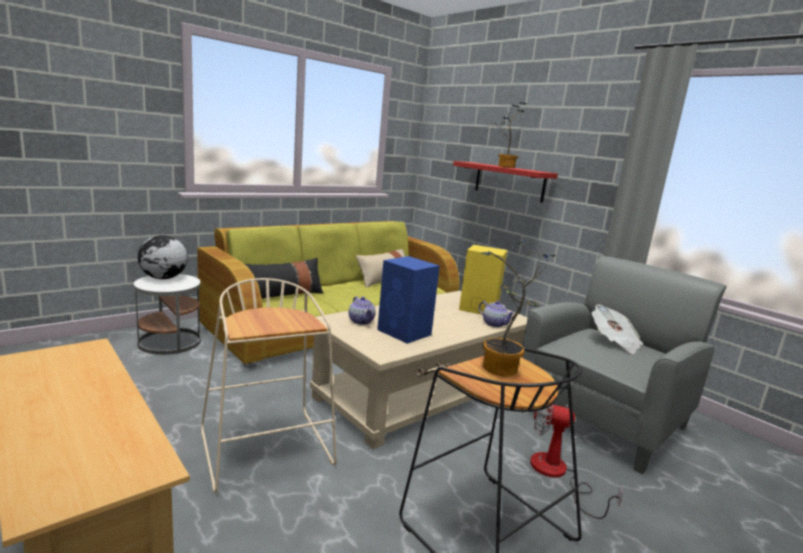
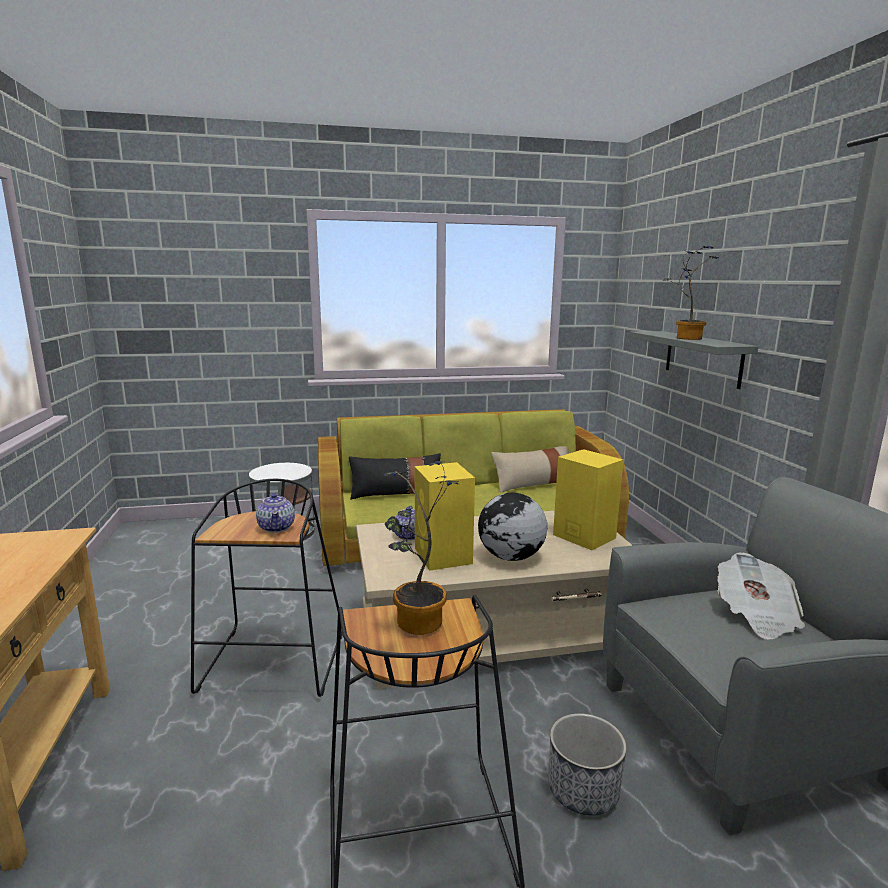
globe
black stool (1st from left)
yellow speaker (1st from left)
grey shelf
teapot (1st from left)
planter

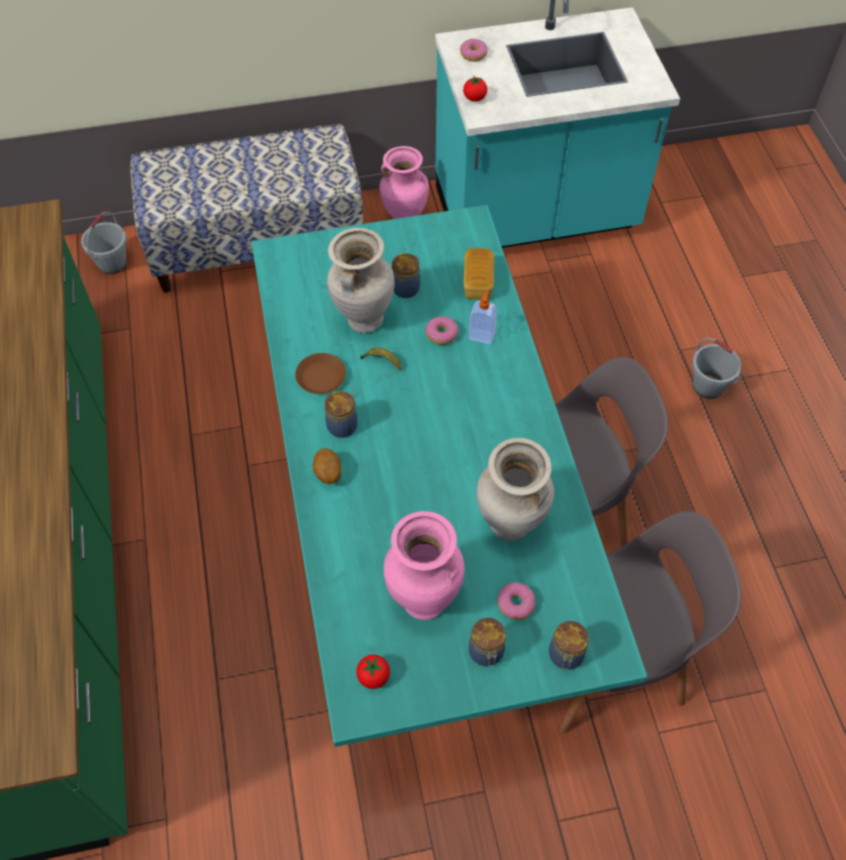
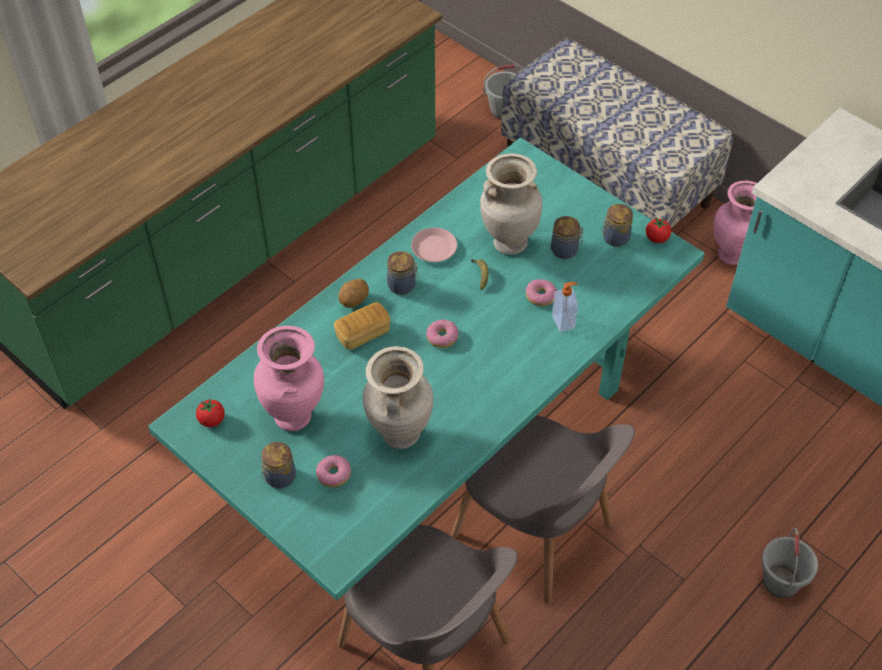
pink plate
donut (2nd from left)
tomato (2nd from left)
bread
jar (4th from left)

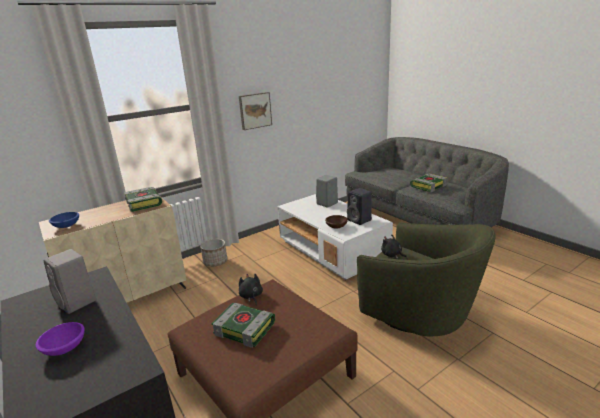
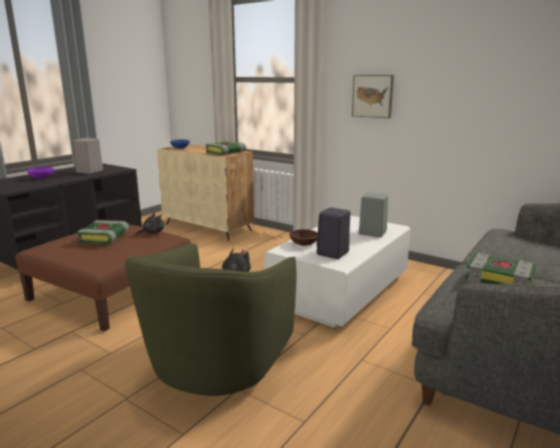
planter

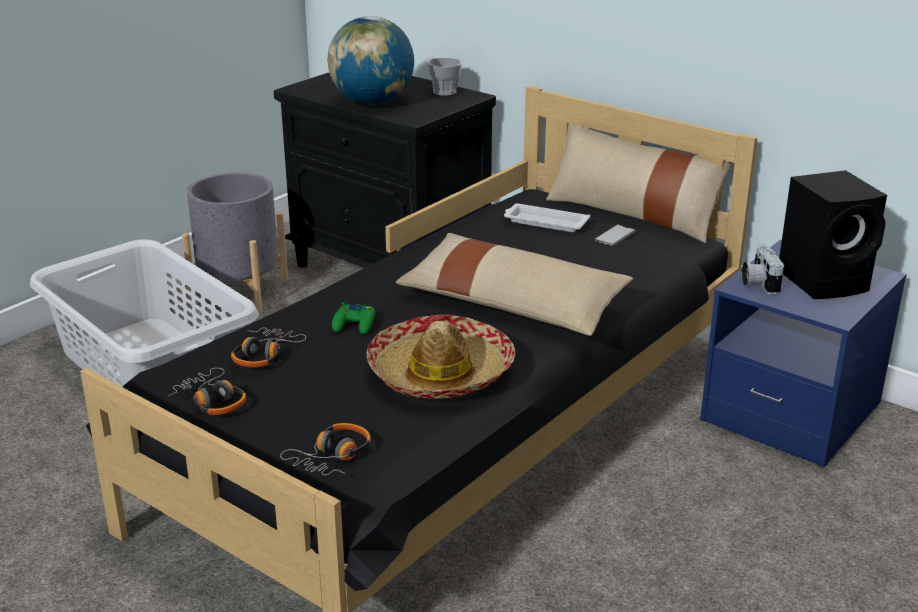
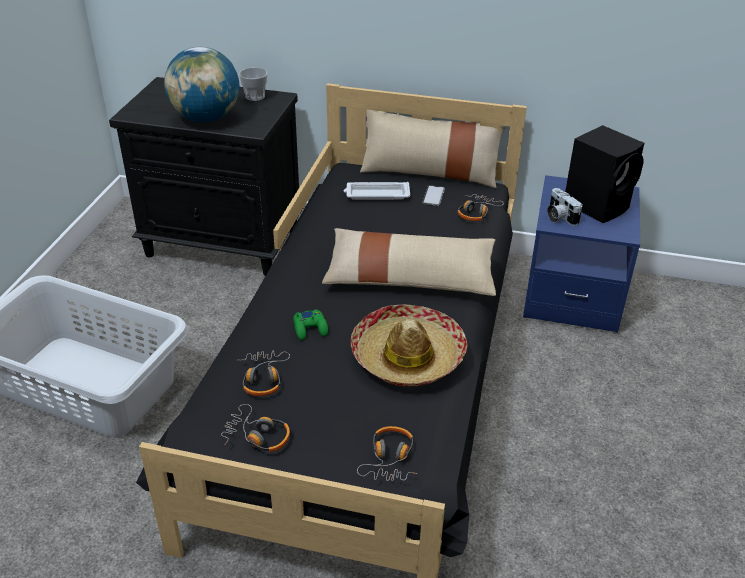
grey planter
headphones (4th from left)

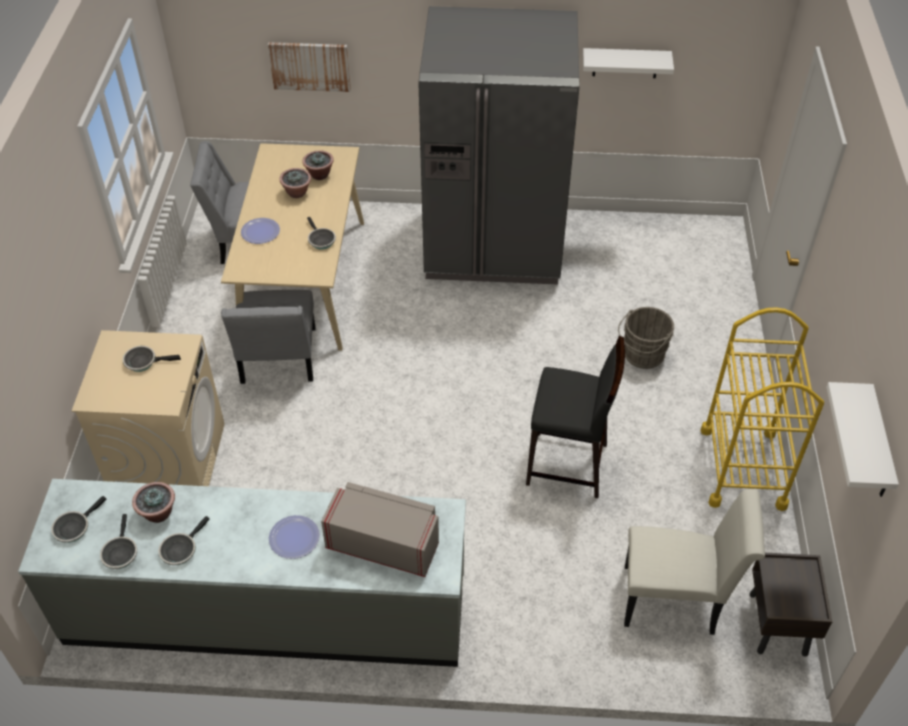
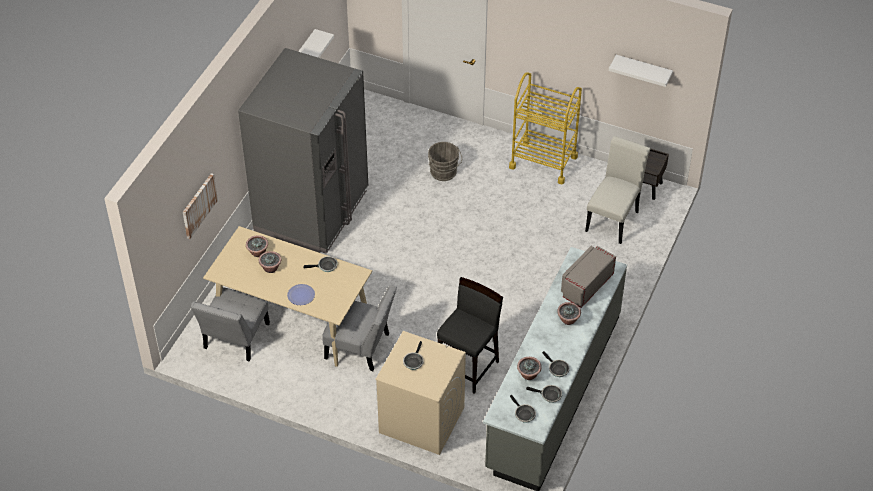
potted plant (4th from left)
black stool

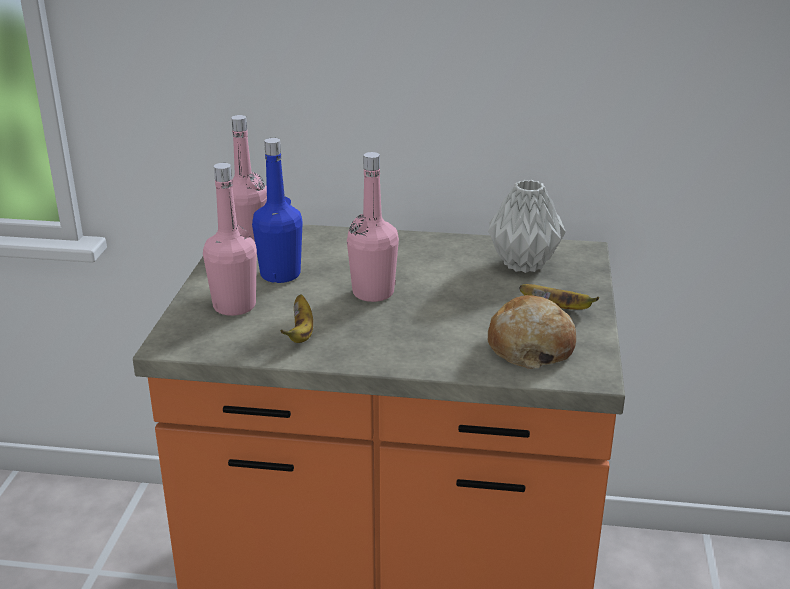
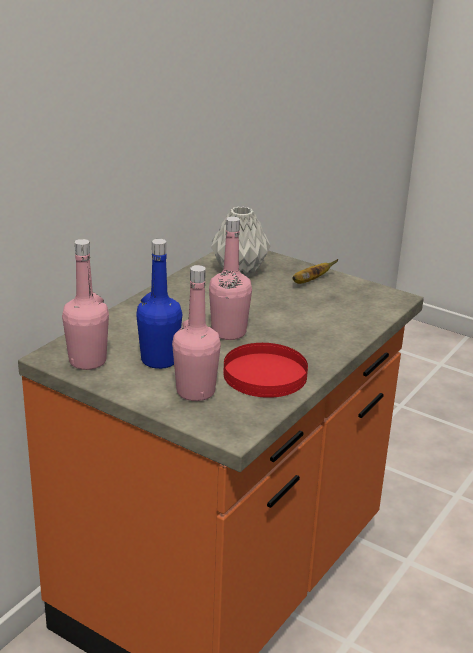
red plate
bread

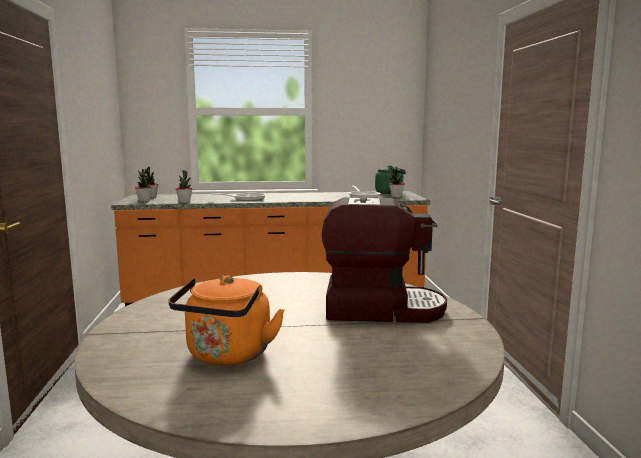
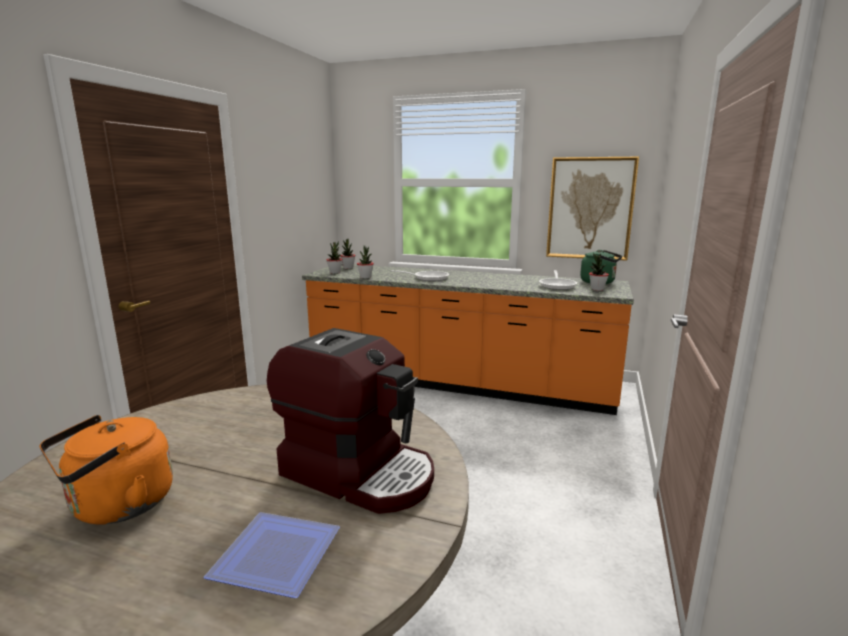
plate
picture

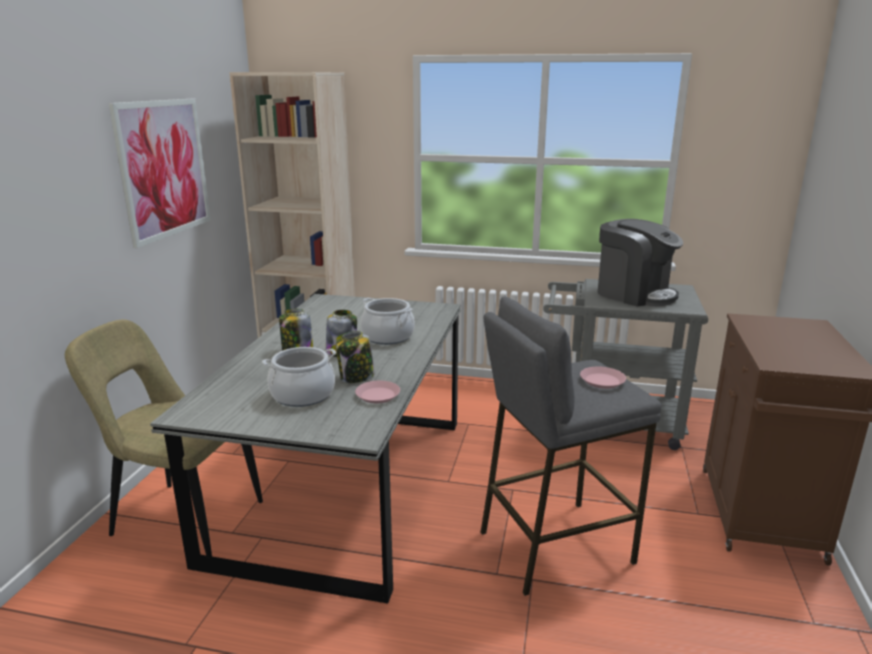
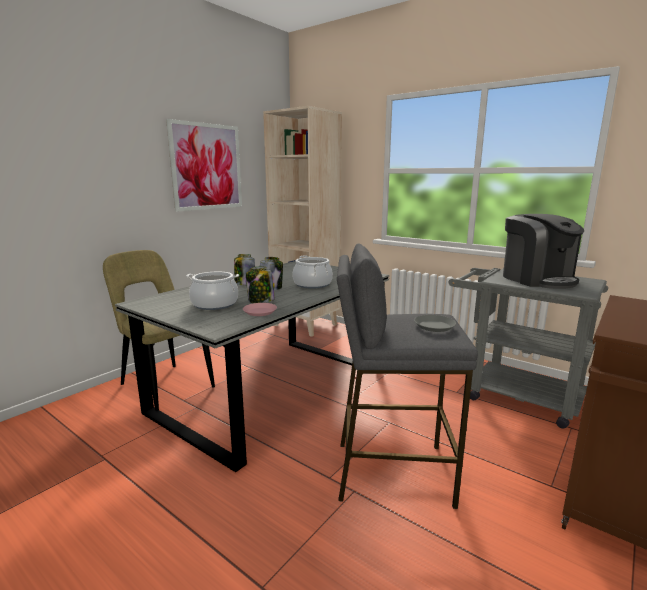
grey plate

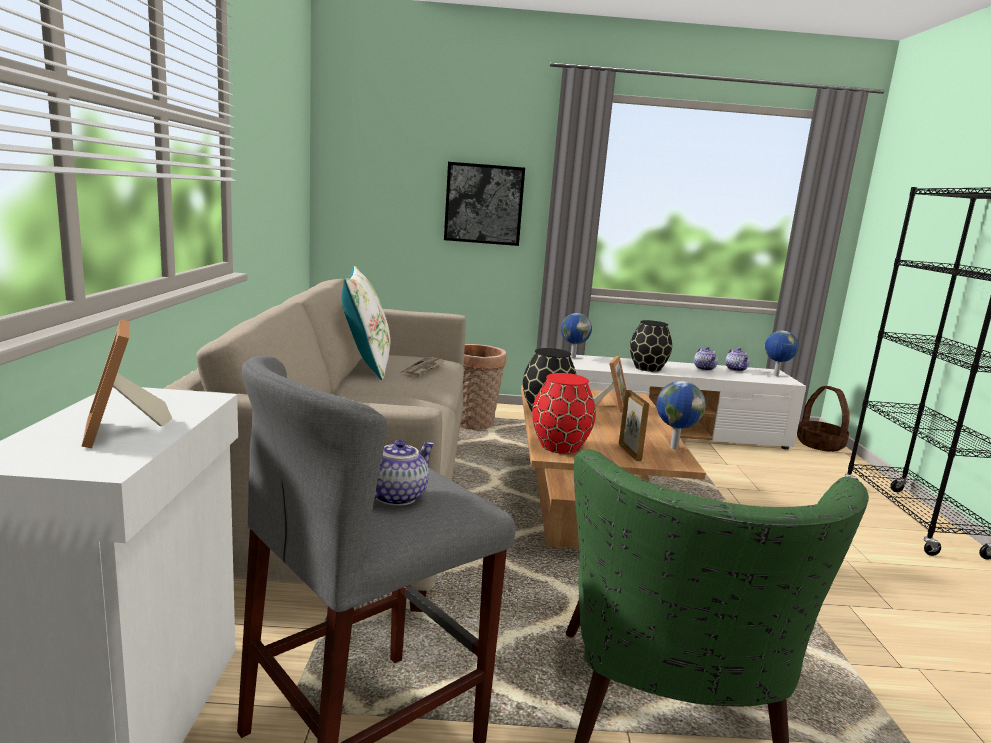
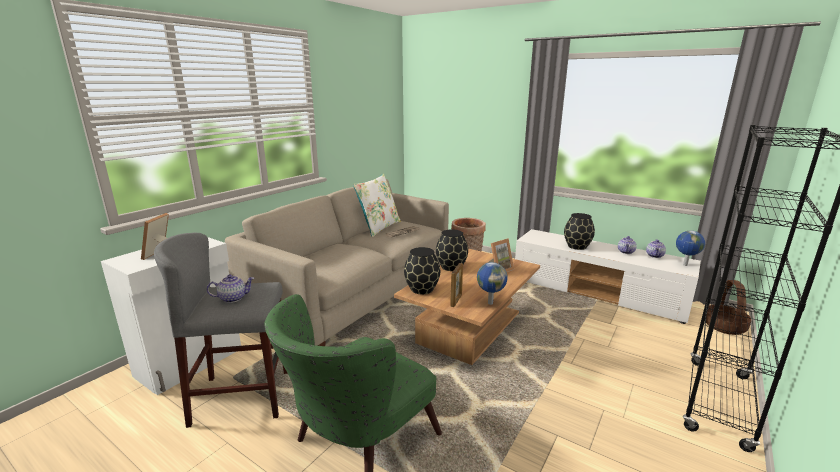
picture
black vase (1st from left)
globe (1st from left in the first image)

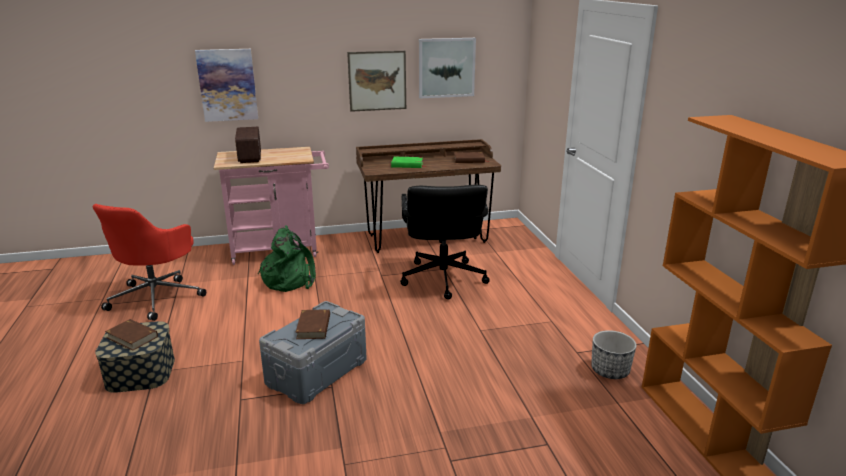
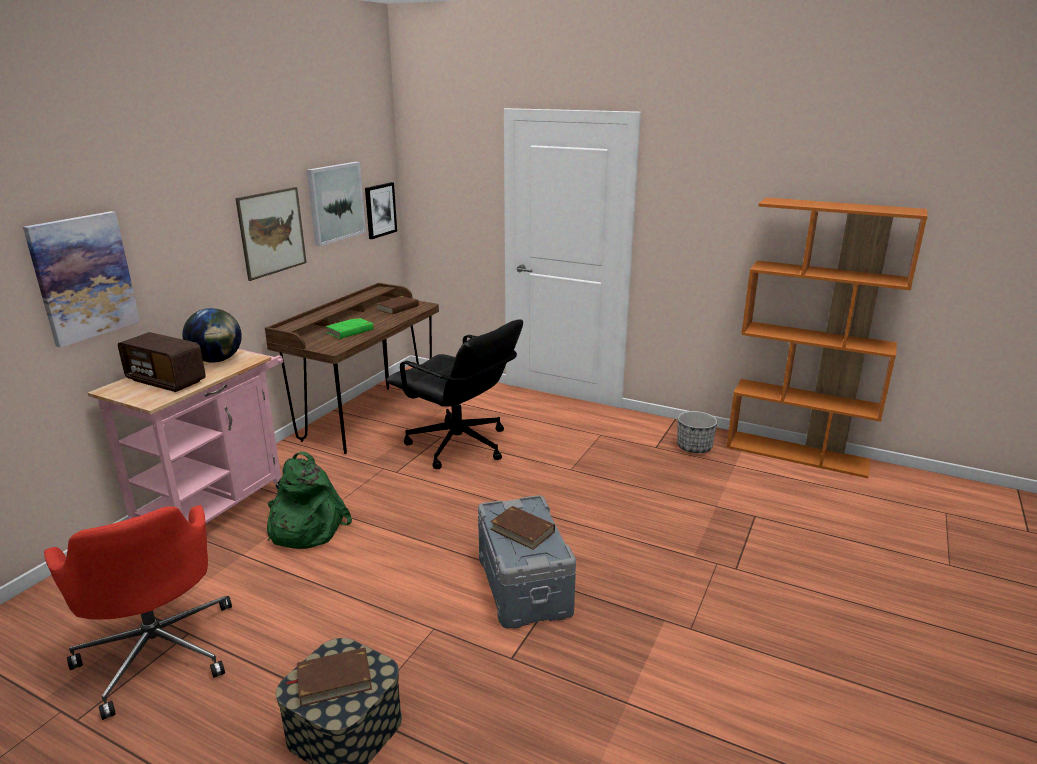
globe
picture (4th from left)

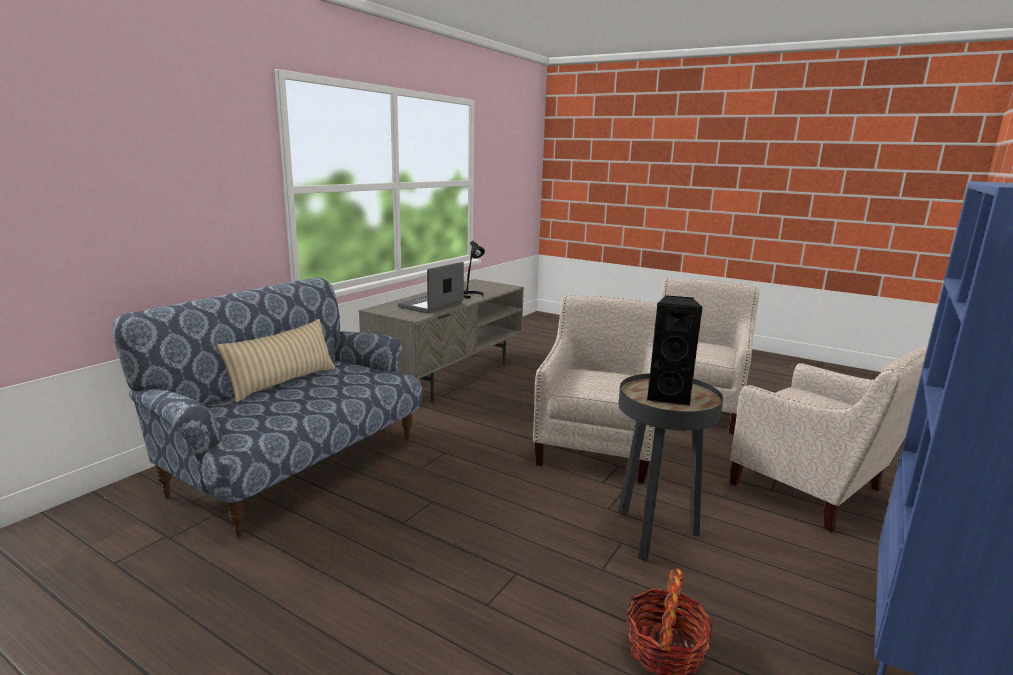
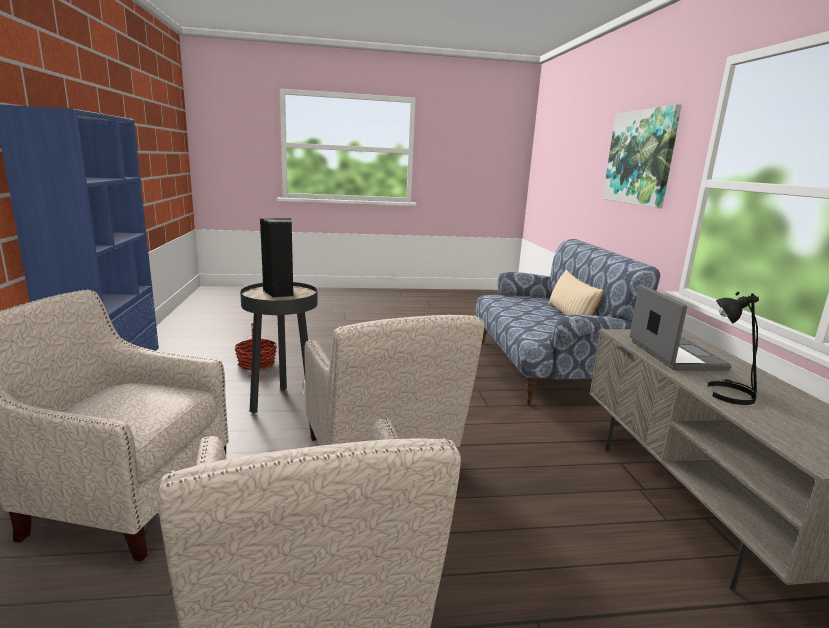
picture

